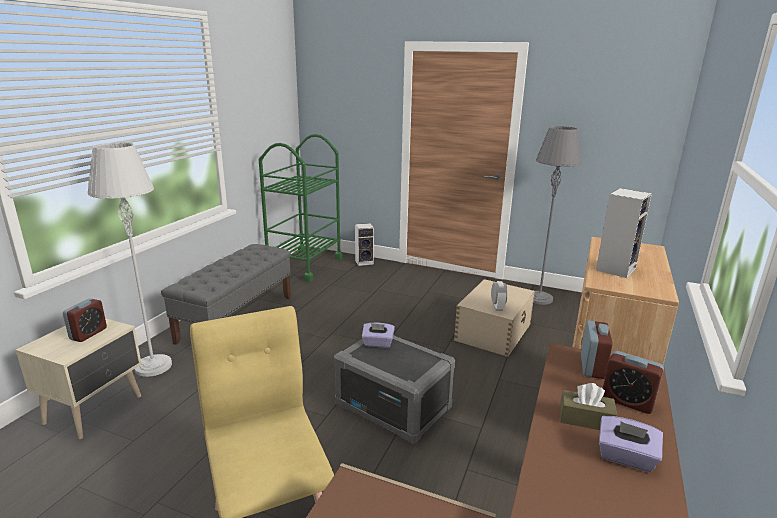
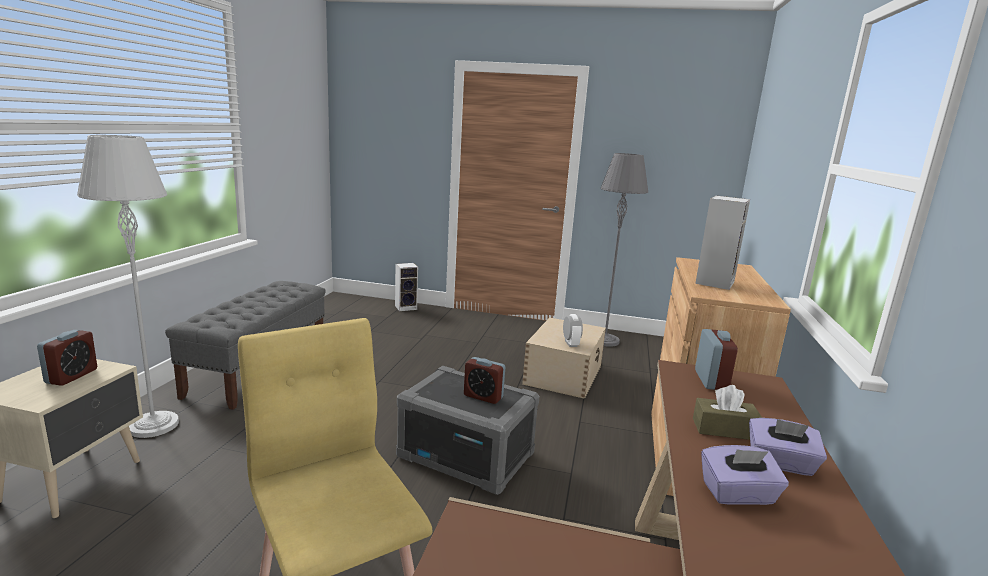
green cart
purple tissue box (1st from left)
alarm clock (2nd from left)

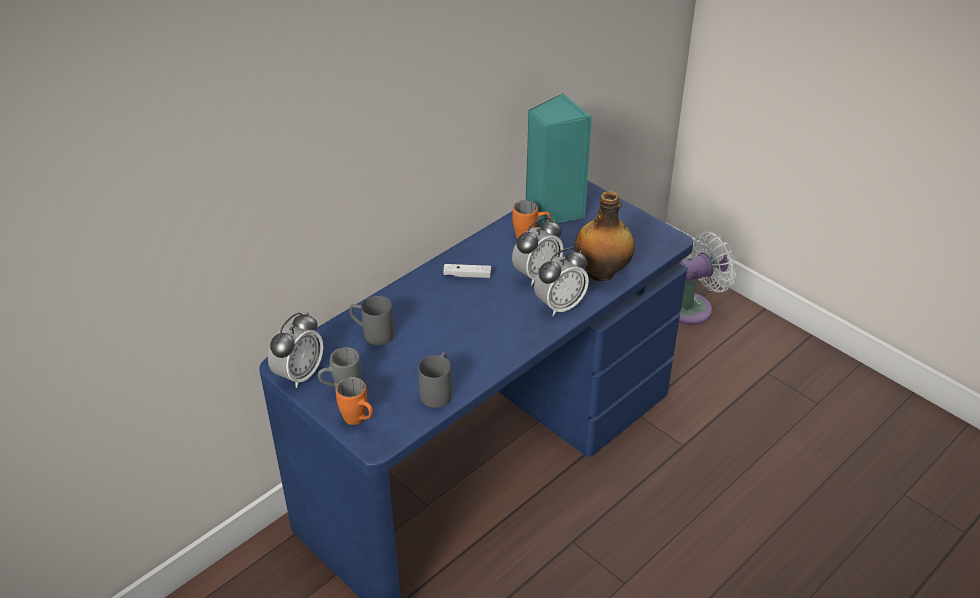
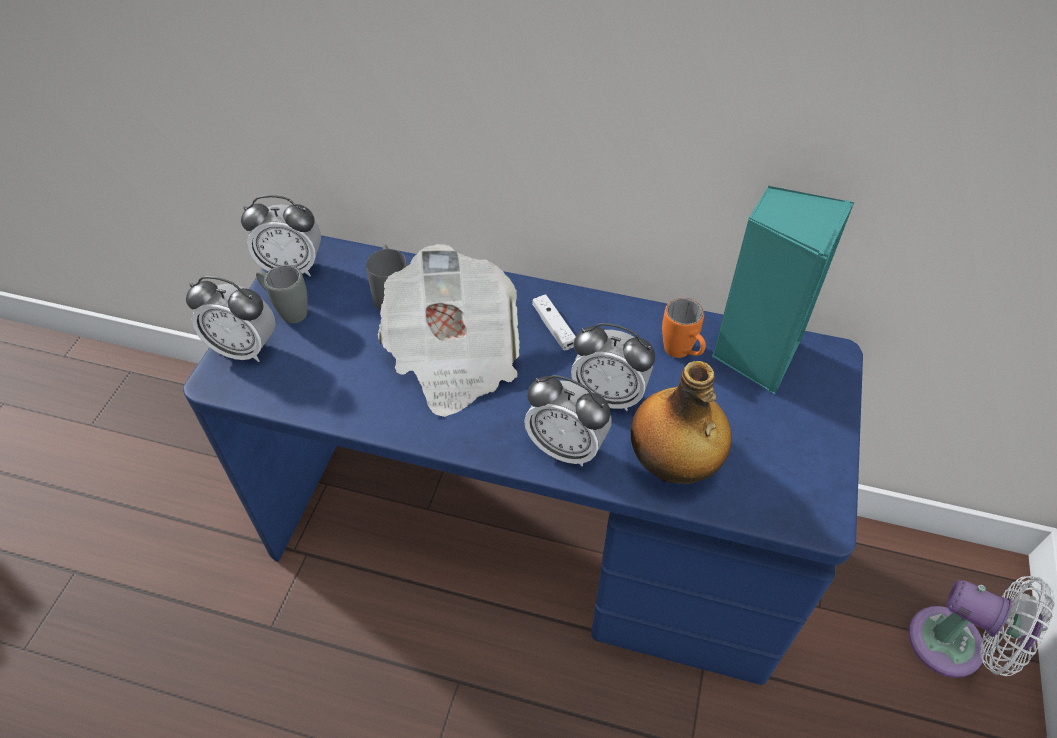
alarm clock (1st from left)
grey mug (3rd from left in the first image)
newspaper

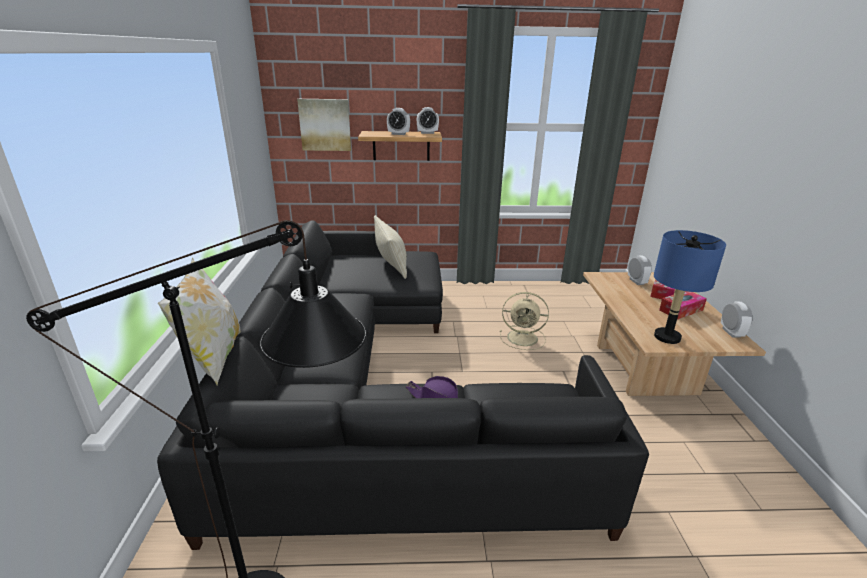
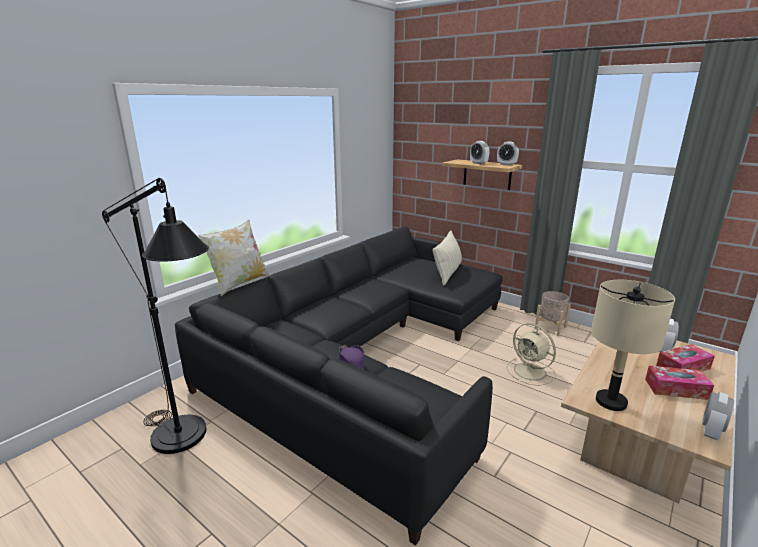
picture
beige table lamp
beige planter

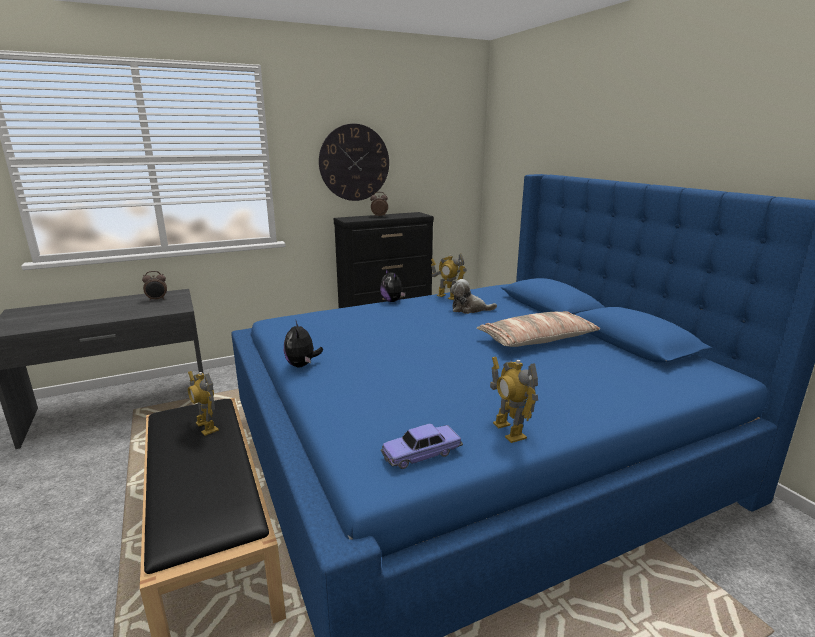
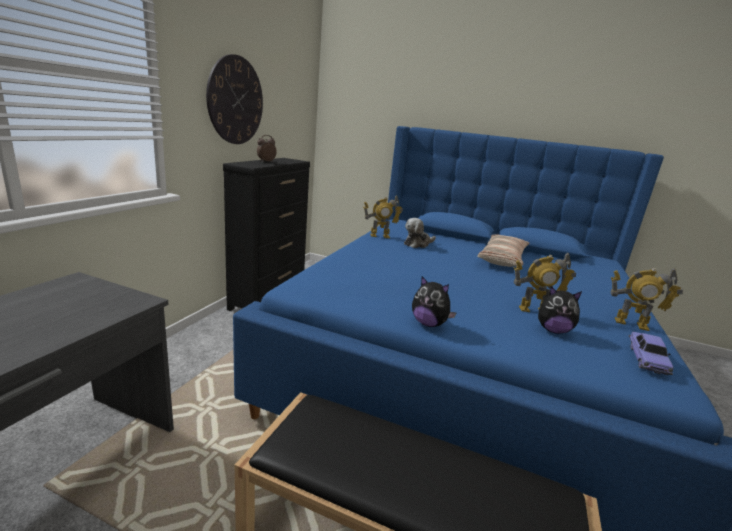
alarm clock (1st from left in the first image)
toy robot (2nd from left)
plush toy (3rd from left)

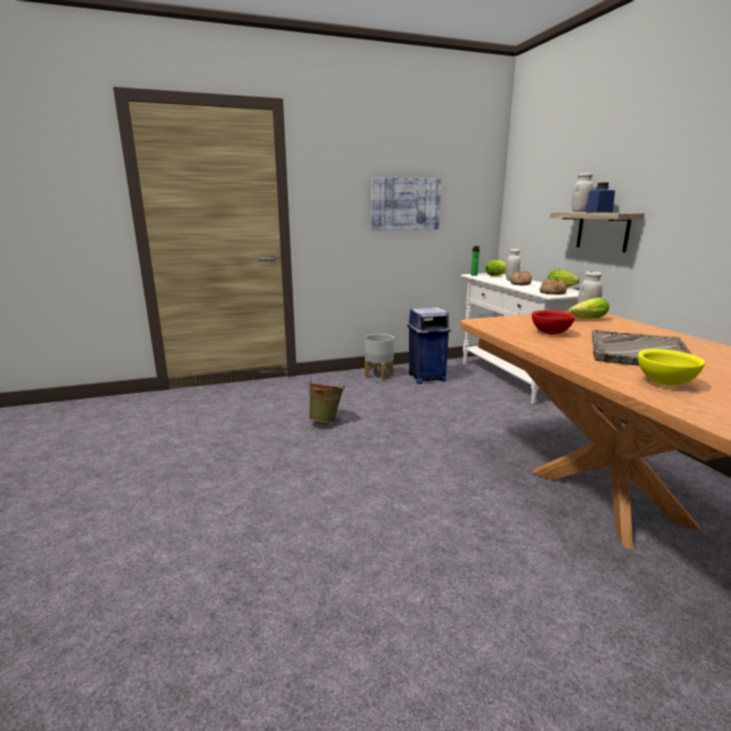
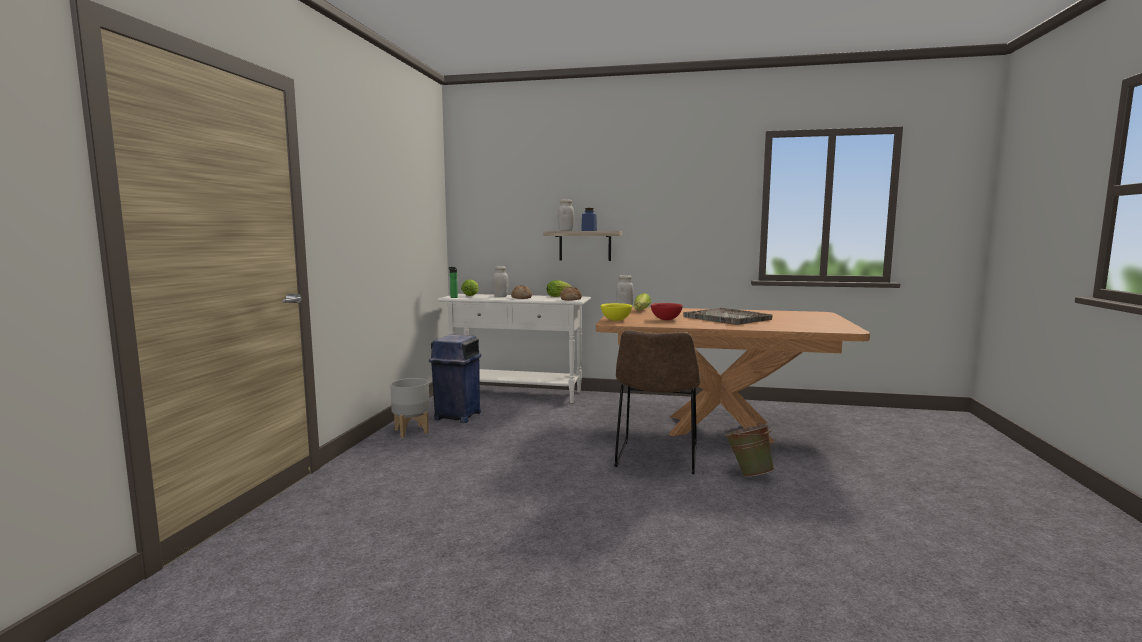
green bucket
picture
yellow bowl
brown chair

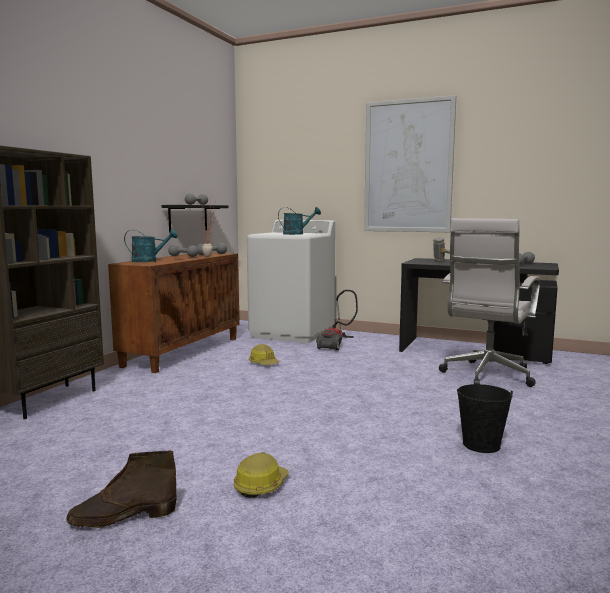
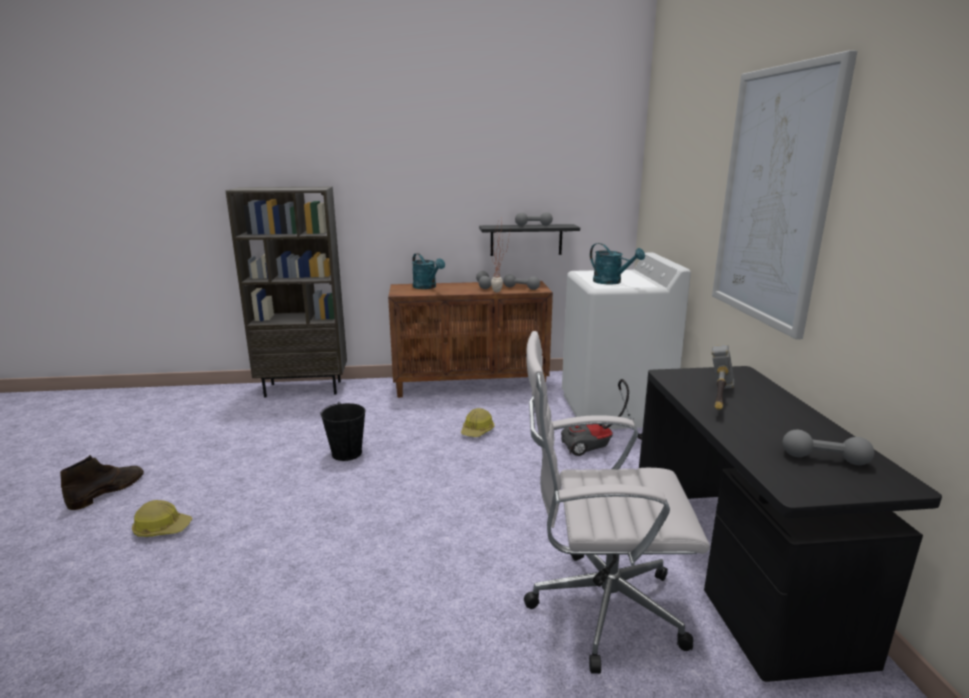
brown boot
black bucket

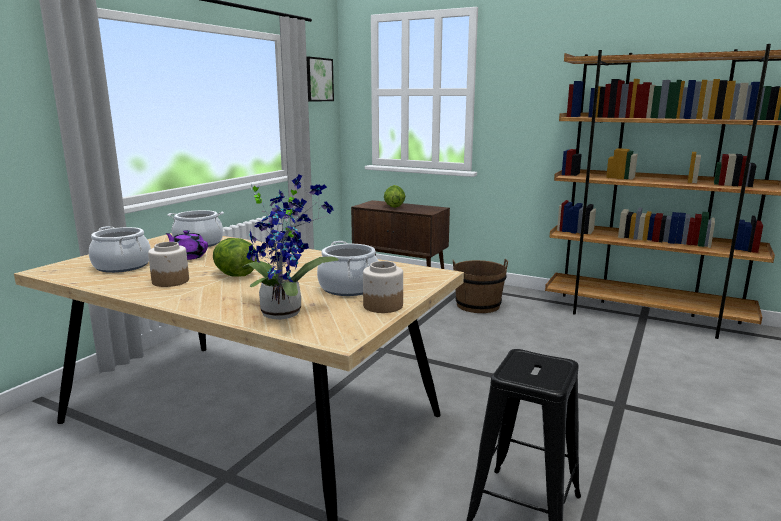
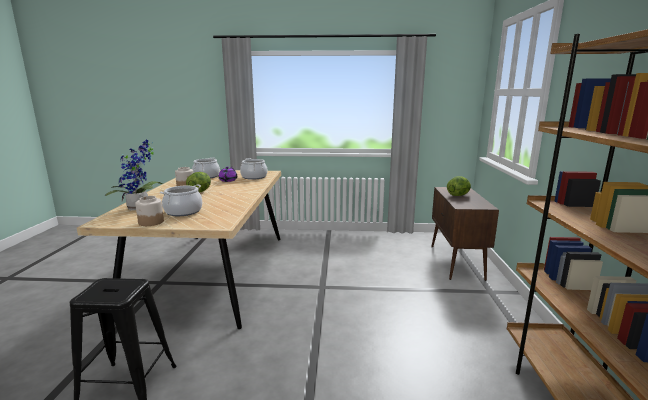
picture
brown bucket

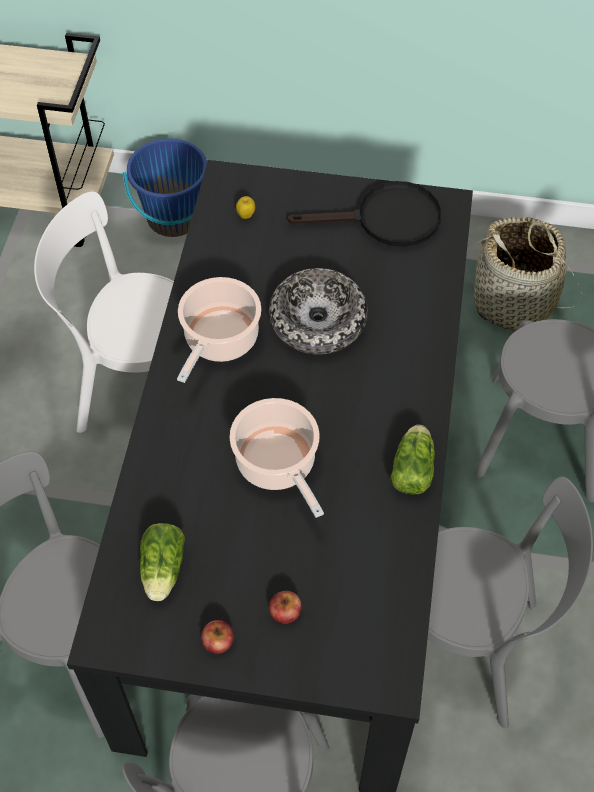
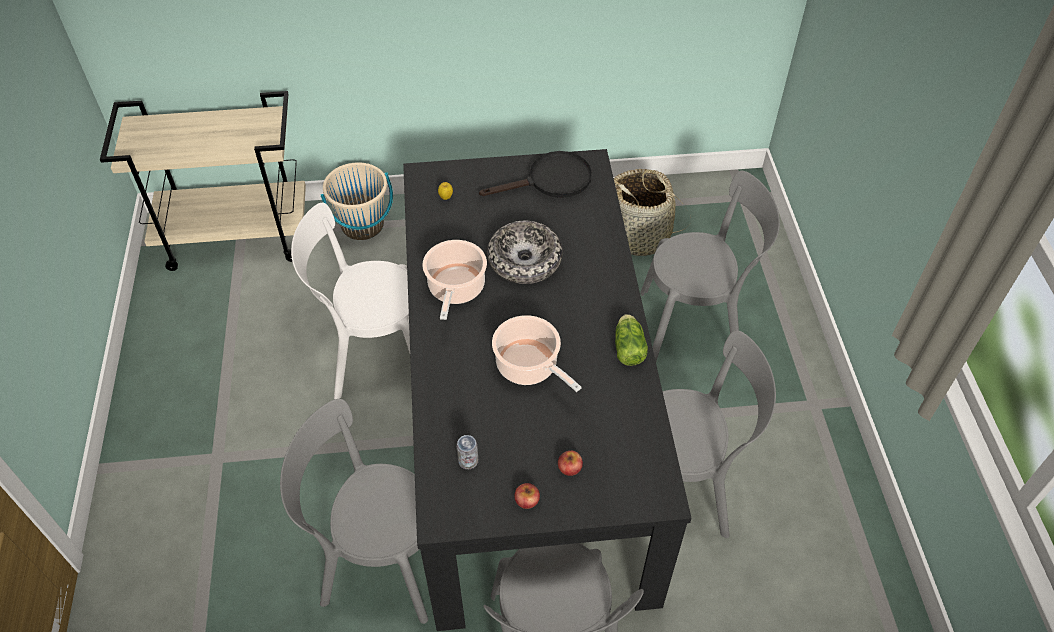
beige bucket
can

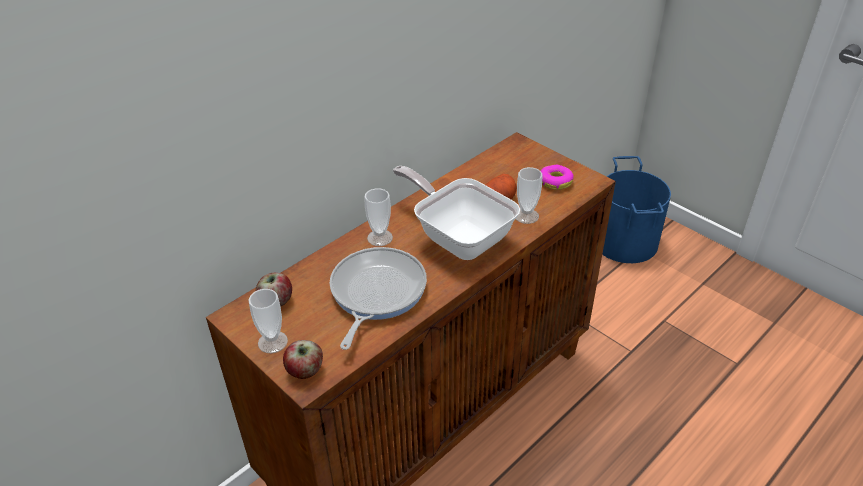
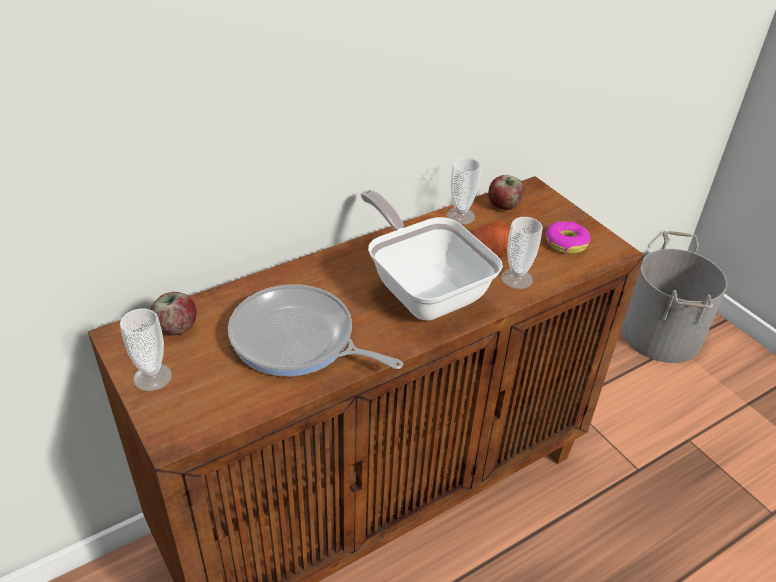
apple (2nd from left)
frying pan (1st from left)
cup (2nd from left)
grey bucket

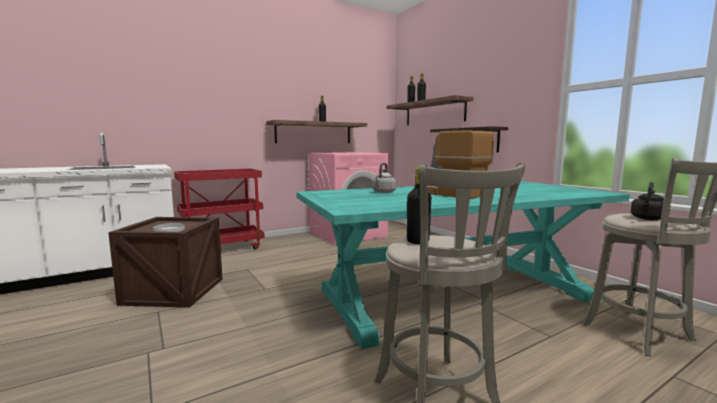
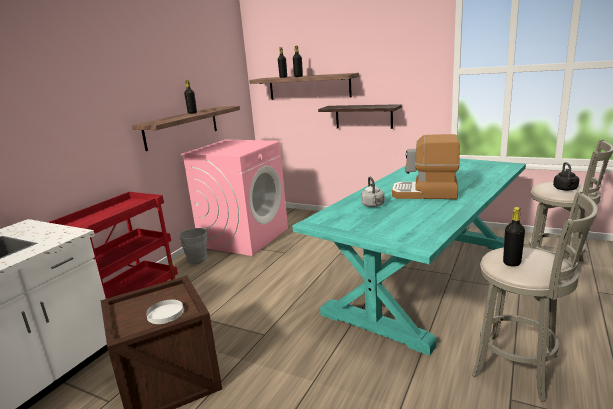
grey bucket

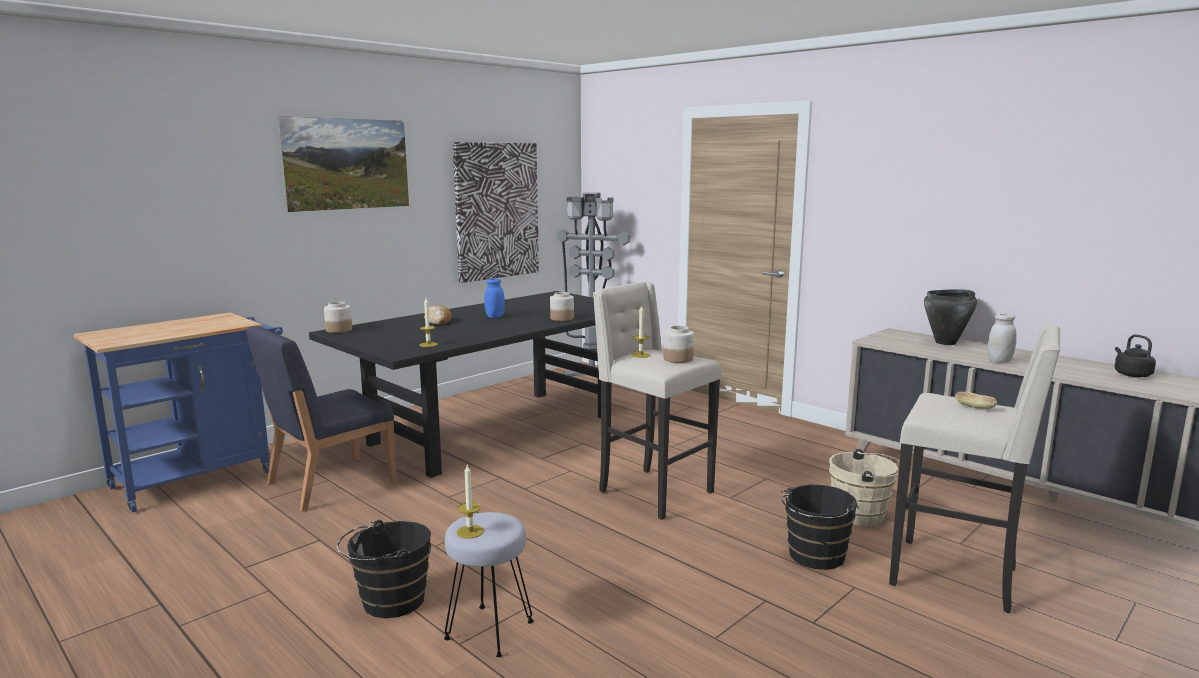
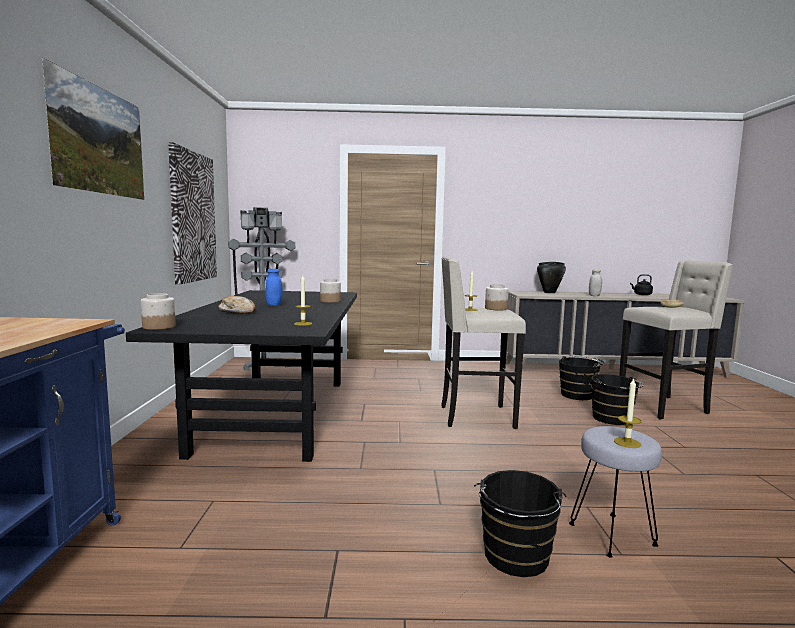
blue chair
black bucket (2nd from left)

